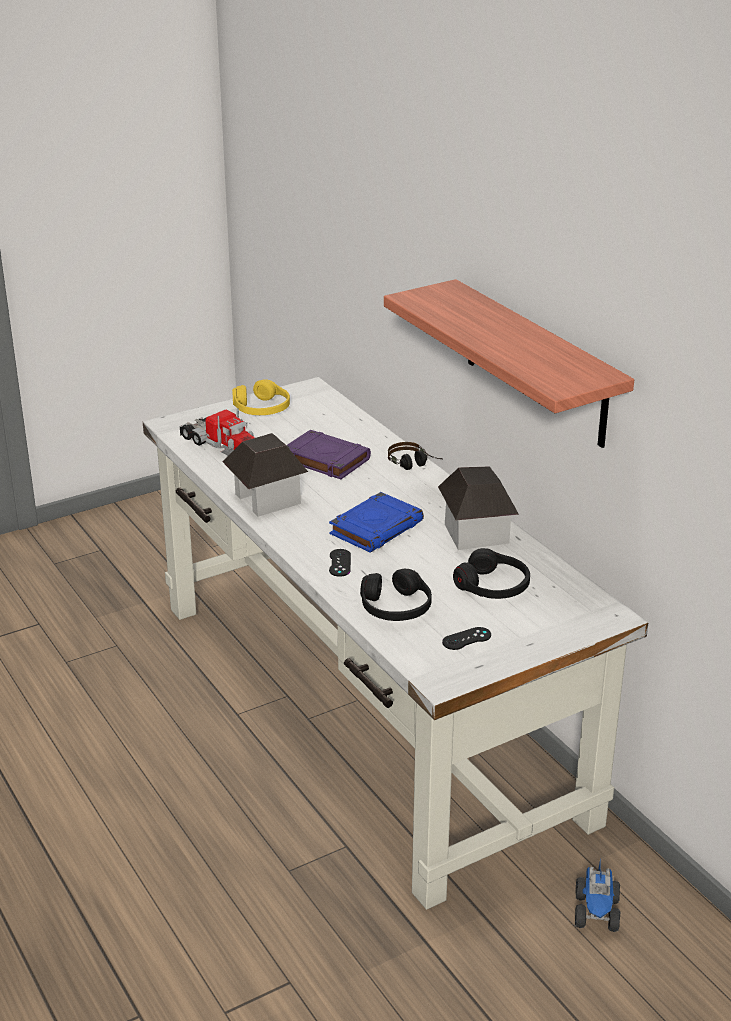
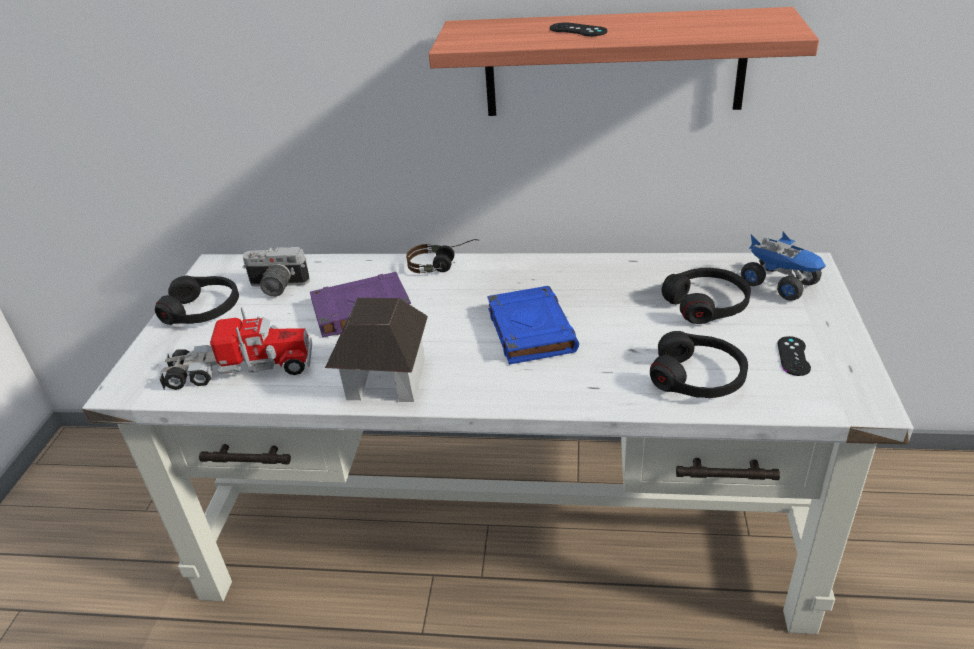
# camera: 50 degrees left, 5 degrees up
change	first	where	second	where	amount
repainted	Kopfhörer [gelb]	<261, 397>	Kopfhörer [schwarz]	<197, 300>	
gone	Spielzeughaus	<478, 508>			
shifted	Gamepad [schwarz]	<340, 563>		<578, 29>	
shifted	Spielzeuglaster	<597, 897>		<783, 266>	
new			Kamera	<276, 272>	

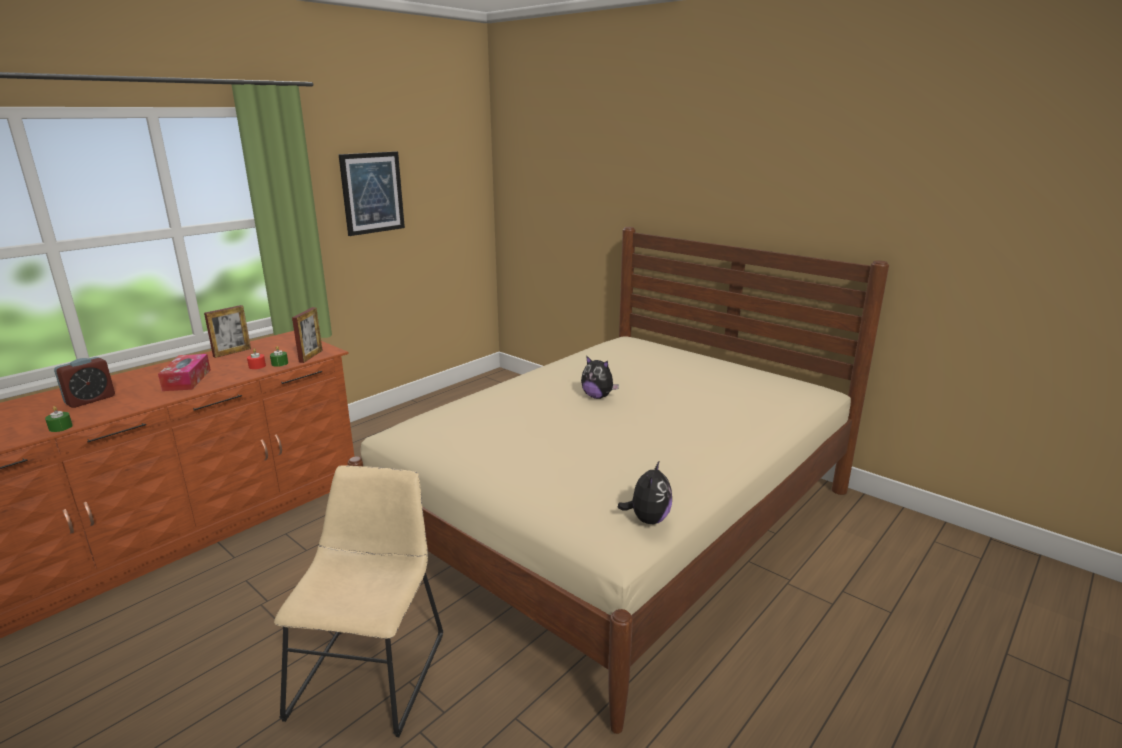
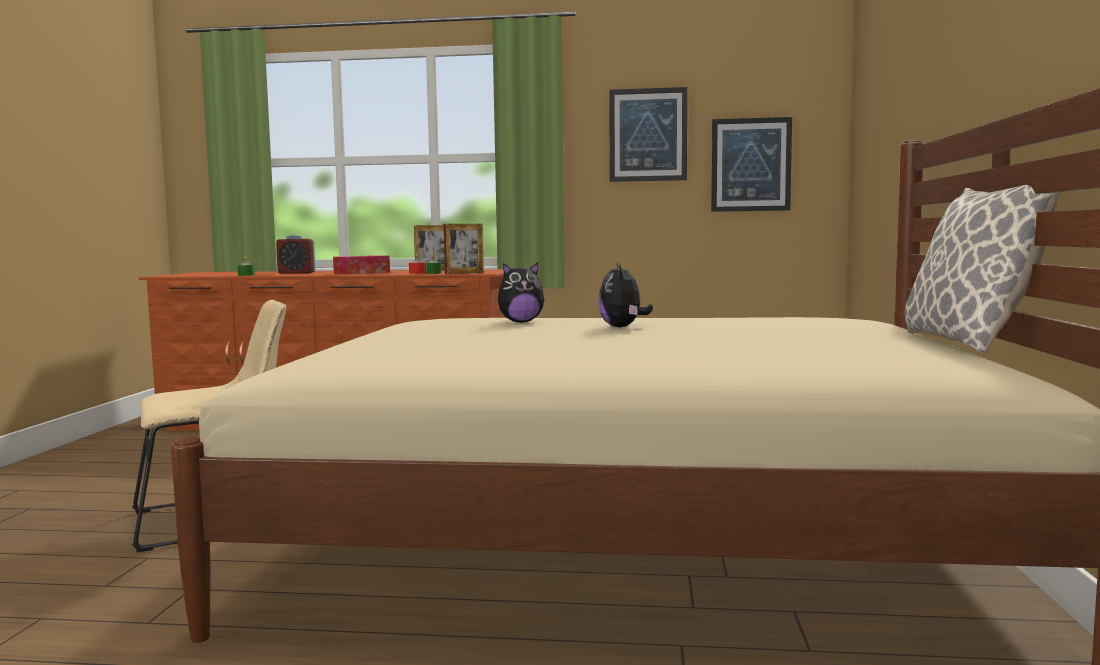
# camera: 55 degrees right, 15 degrees down
change	first	where	second	where	amount
shifted	Plüschtier	<644, 492>		<521, 292>	
new			Bild	<751, 164>	
new			Kissen	<982, 269>	

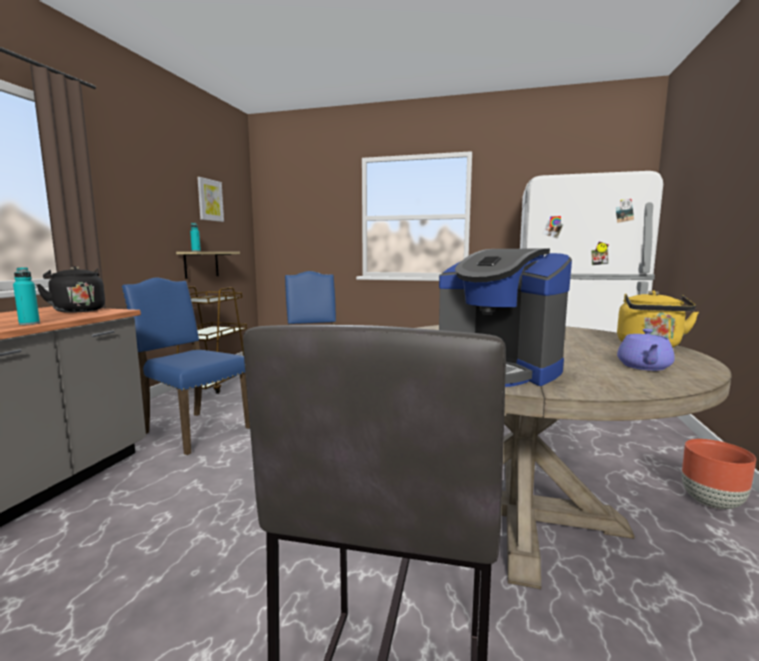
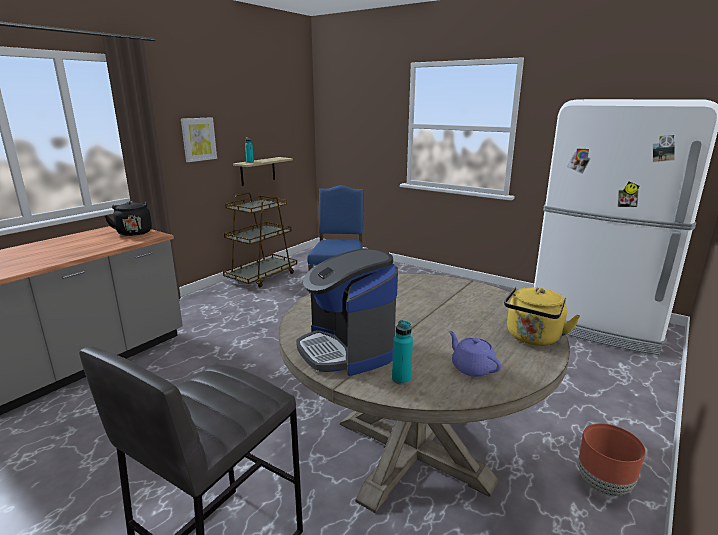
# camera: 20 degrees right, 10 degrees up
change	first	where	second	where	amount
shifted	Bild	<210, 199>		<199, 139>	
shifted	Flasche [türkis]	<26, 296>		<402, 352>	
gone	Stuhl [blau]	<186, 366>			
rotated	Teekanne [lila]	<646, 350>		<475, 354>	105 degrees clockwise

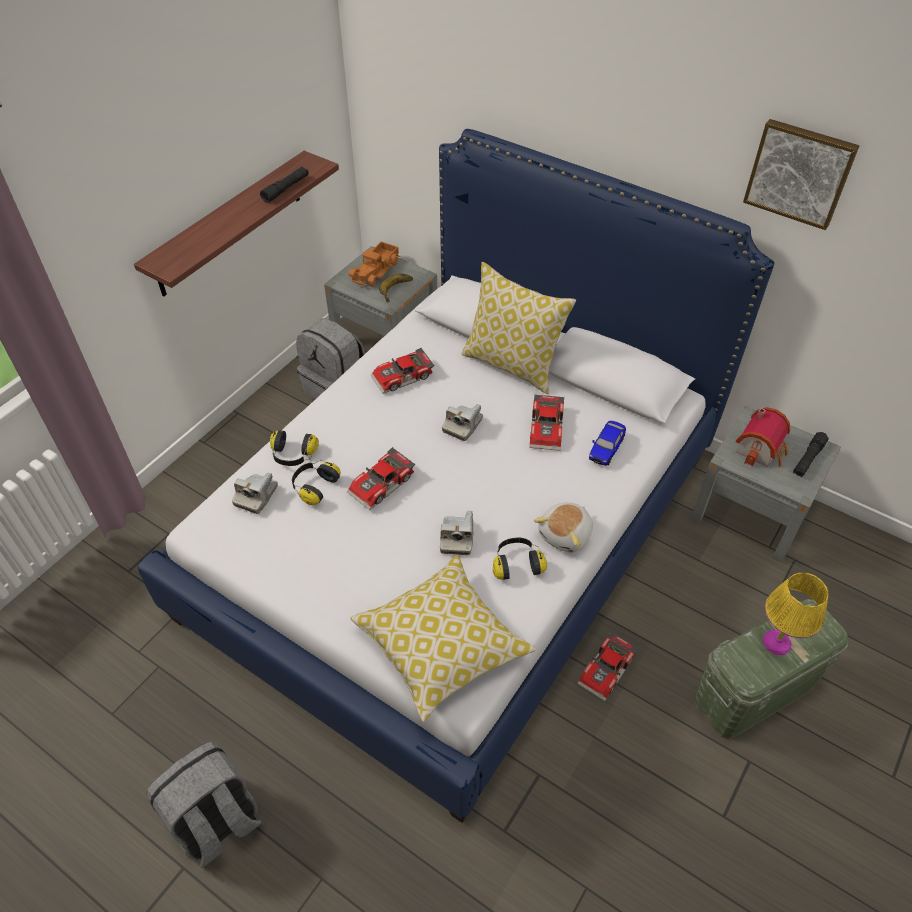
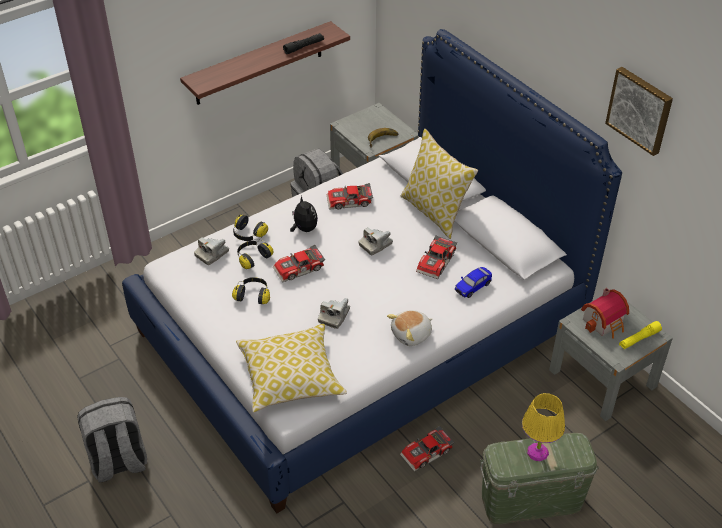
# camera: 20 degrees right, 5 degrees down
change	first	where	second	where	amount
gone	Spielzeuglaster	<374, 264>			
repainted	Taschenlampe [schwarz]	<811, 454>	Taschenlampe [gelb]	<640, 335>	
shifted	Kopfhörer	<520, 559>		<251, 290>	
new			Plüschtier	<304, 214>	

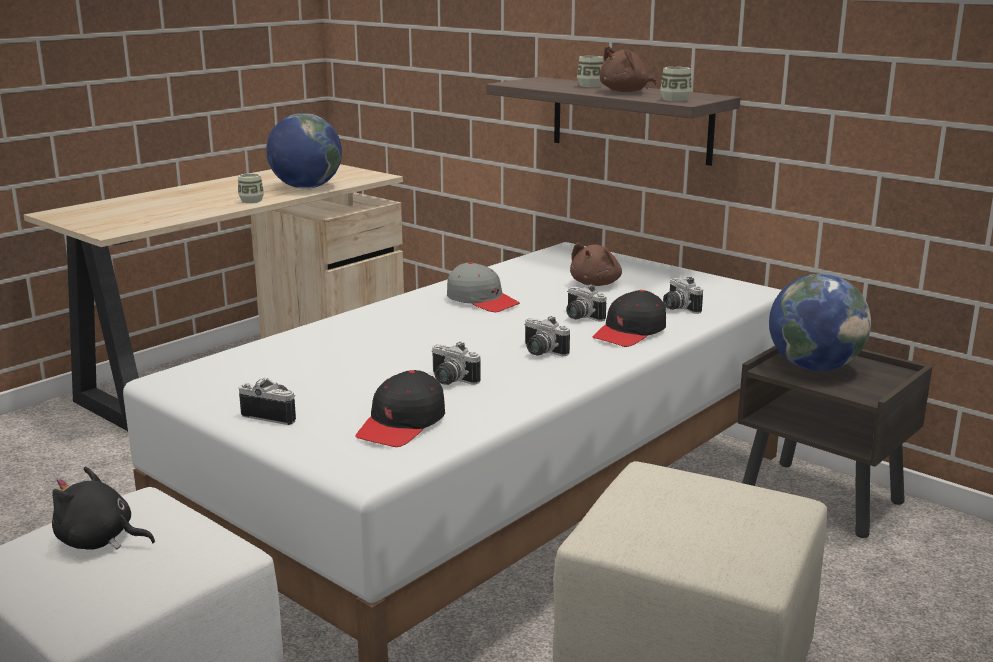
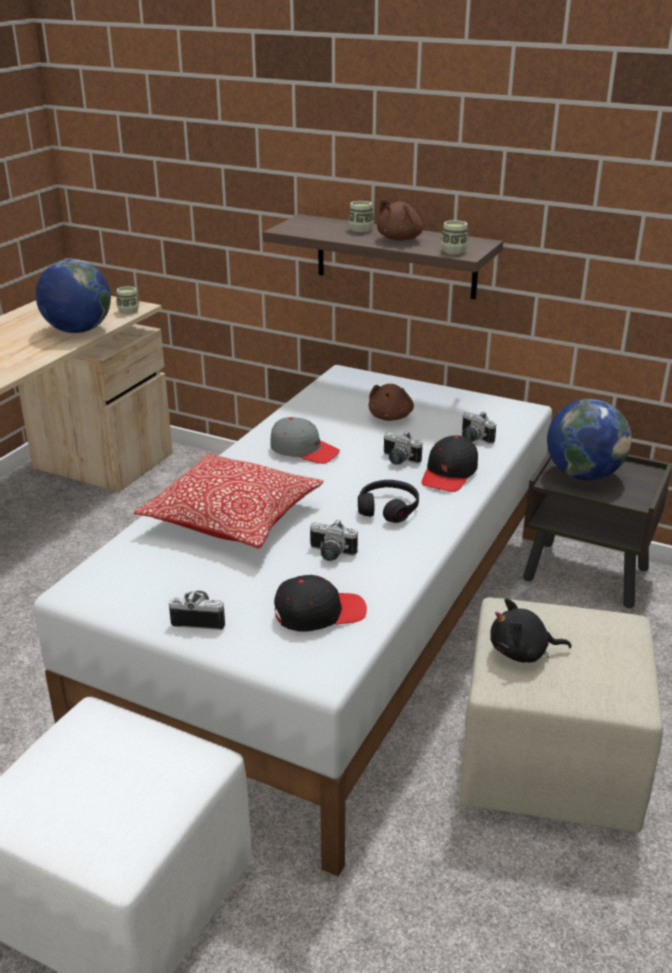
# camera: 15 degrees left, 10 degrees up
change	first	where	second	where	amount
shifted	Tasse	<251, 188>		<128, 300>	
swapped	Kamera	<547, 336>	Kopfhörer [schwarz]	<388, 501>	
rotated	Kappe [schwarz]	<400, 408>		<320, 603>	120 degrees counterclockwise
shifted	Plüschtier [schwarz]	<103, 508>		<530, 630>	
new			Kissen	<229, 501>	

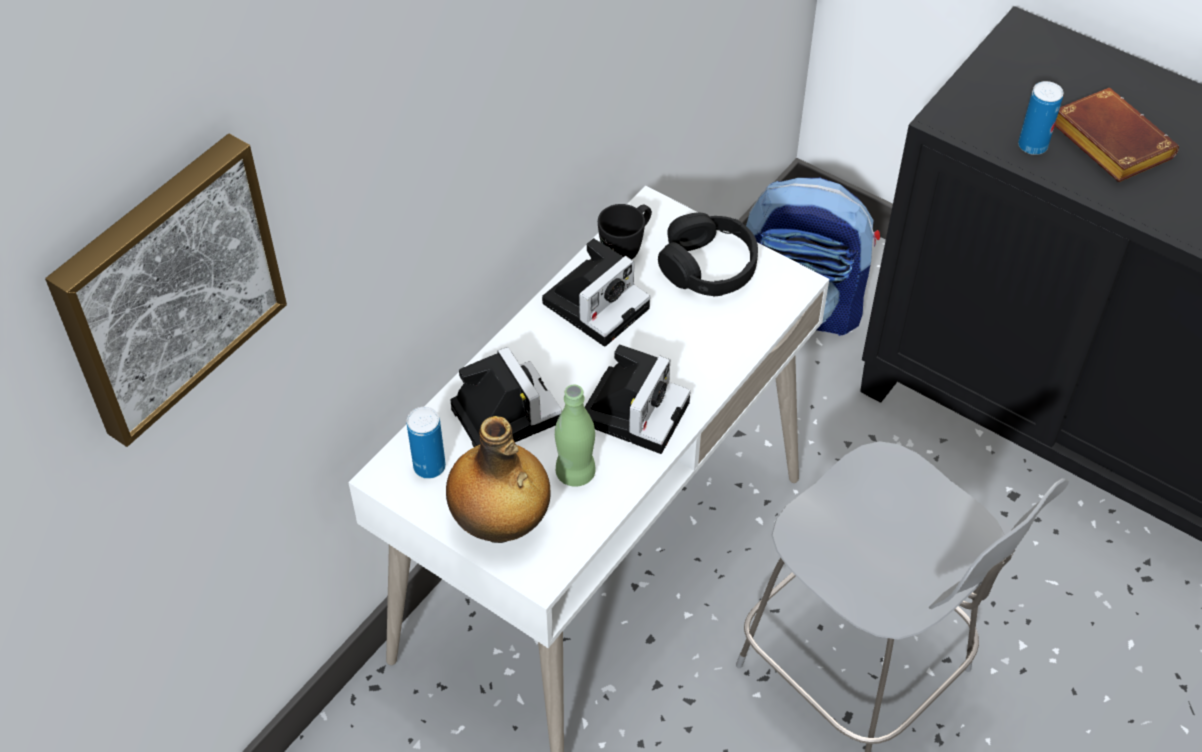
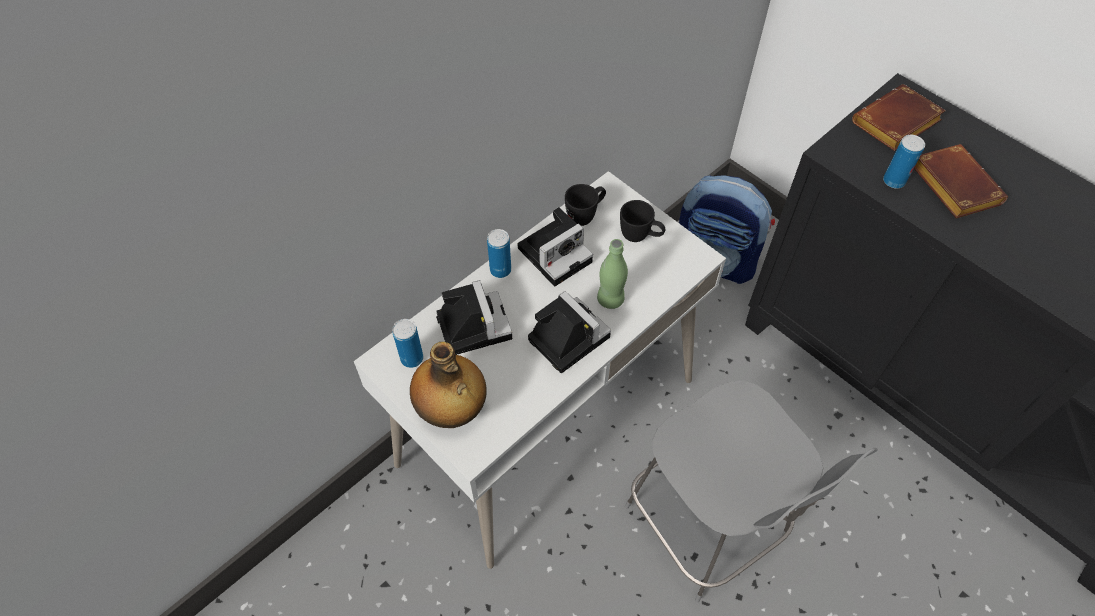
# camera: 10 degrees right, 5 degrees up
change	first	where	second	where	amount
gone	Bild	<166, 290>			
swapped	Kopfhörer [schwarz]	<708, 254>	Henkelbecher [schwarz]	<642, 221>	
rotated	Kamera	<638, 399>		<569, 332>	75 degrees counterclockwise
shifted	Flasche [grün]	<575, 435>		<612, 274>	
new			Buch [braun]	<899, 117>	
new			Dose	<499, 253>	

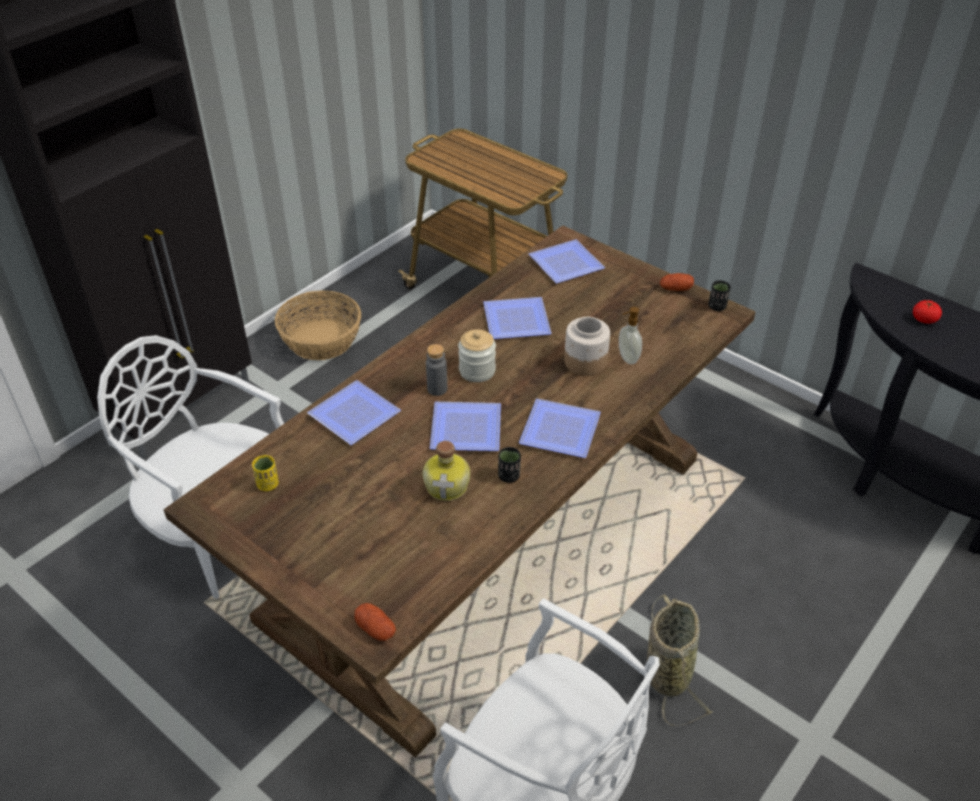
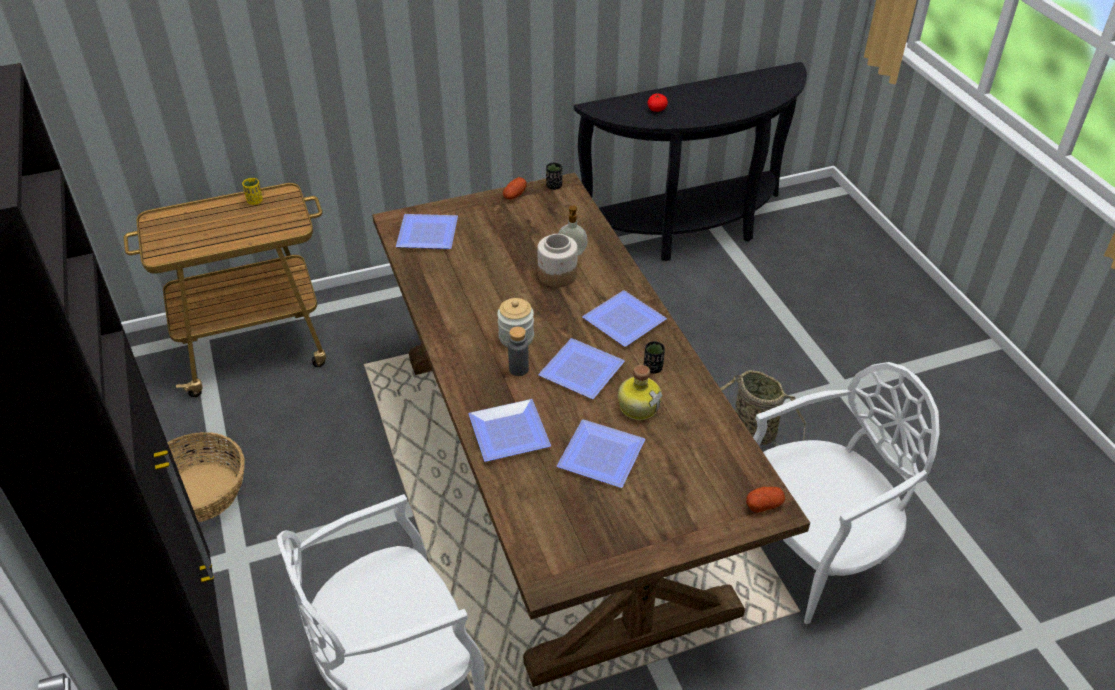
# camera: 60 degrees left, 0 degrees up
change	first	where	second	where	amount
shifted	Teller	<517, 318>		<601, 453>	
shifted	Tasse [gelb]	<265, 473>		<252, 191>	

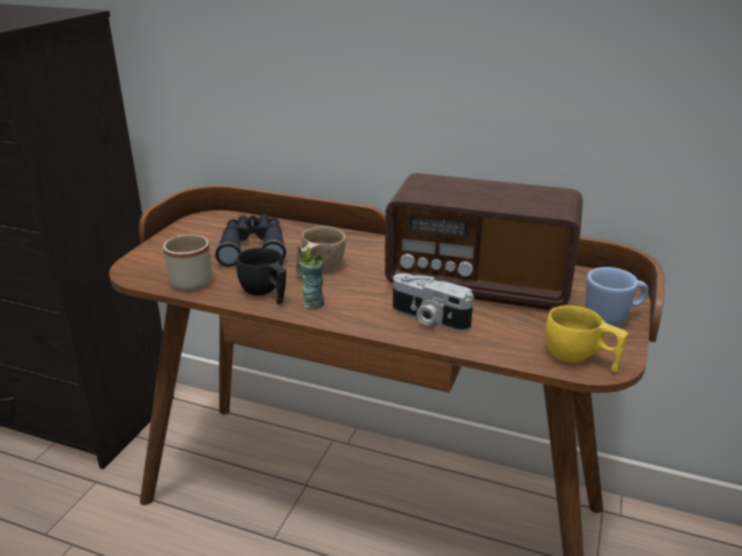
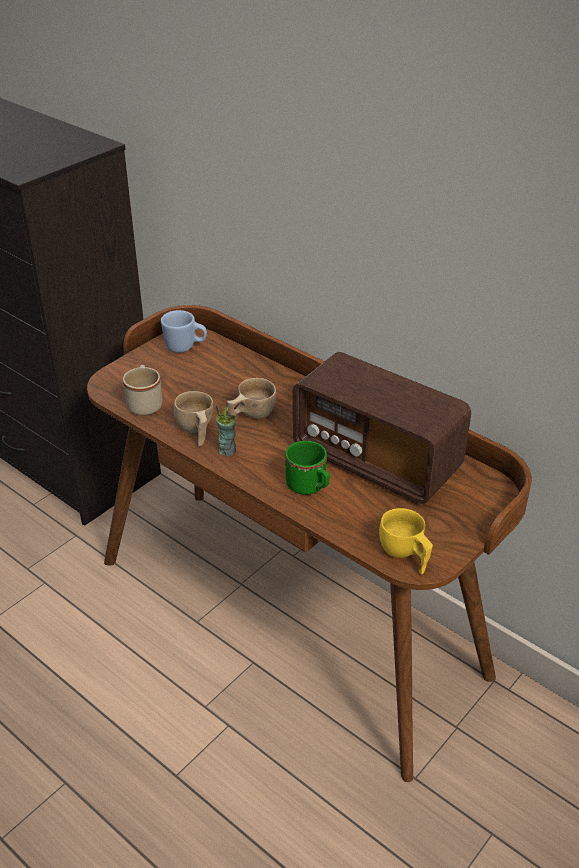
# camera: 20 degrees right, 10 degrees up
change	first	where	second	where	amount
gone	Fernglas [schwarz]	<250, 240>			
repainted	Tasse [schwarz]	<261, 276>	Tasse [beige]	<193, 418>	
shifted	Henkelbecher [blau]	<616, 297>		<184, 331>	
swapped	Kamera	<433, 302>	Henkelbecher [grün]	<307, 468>	

